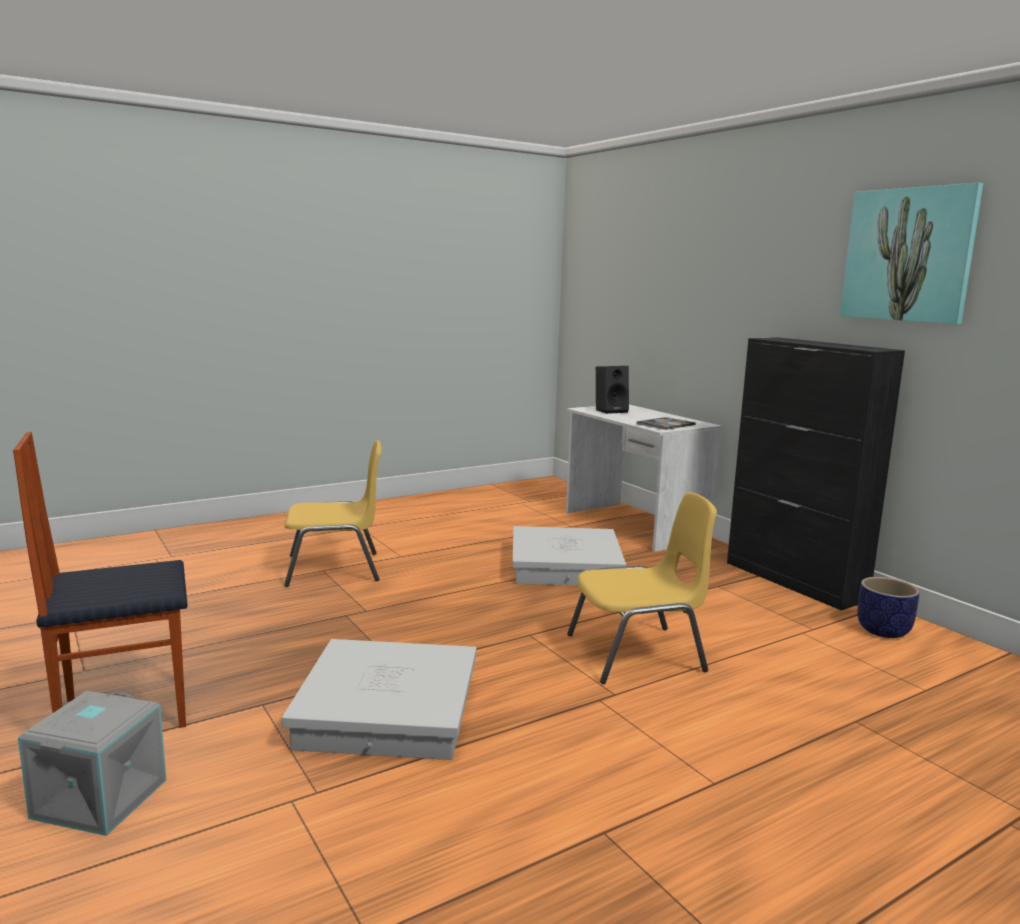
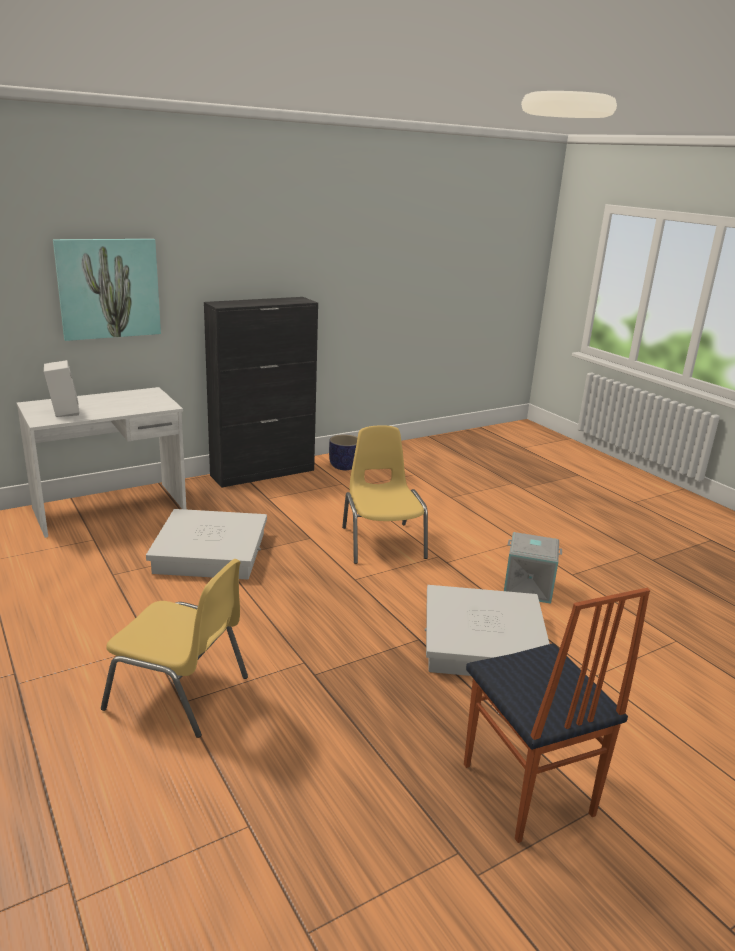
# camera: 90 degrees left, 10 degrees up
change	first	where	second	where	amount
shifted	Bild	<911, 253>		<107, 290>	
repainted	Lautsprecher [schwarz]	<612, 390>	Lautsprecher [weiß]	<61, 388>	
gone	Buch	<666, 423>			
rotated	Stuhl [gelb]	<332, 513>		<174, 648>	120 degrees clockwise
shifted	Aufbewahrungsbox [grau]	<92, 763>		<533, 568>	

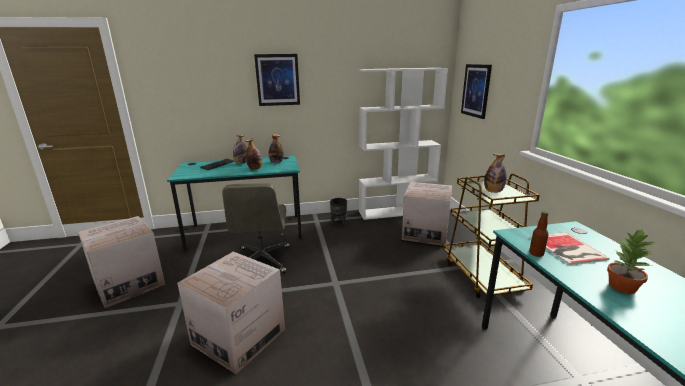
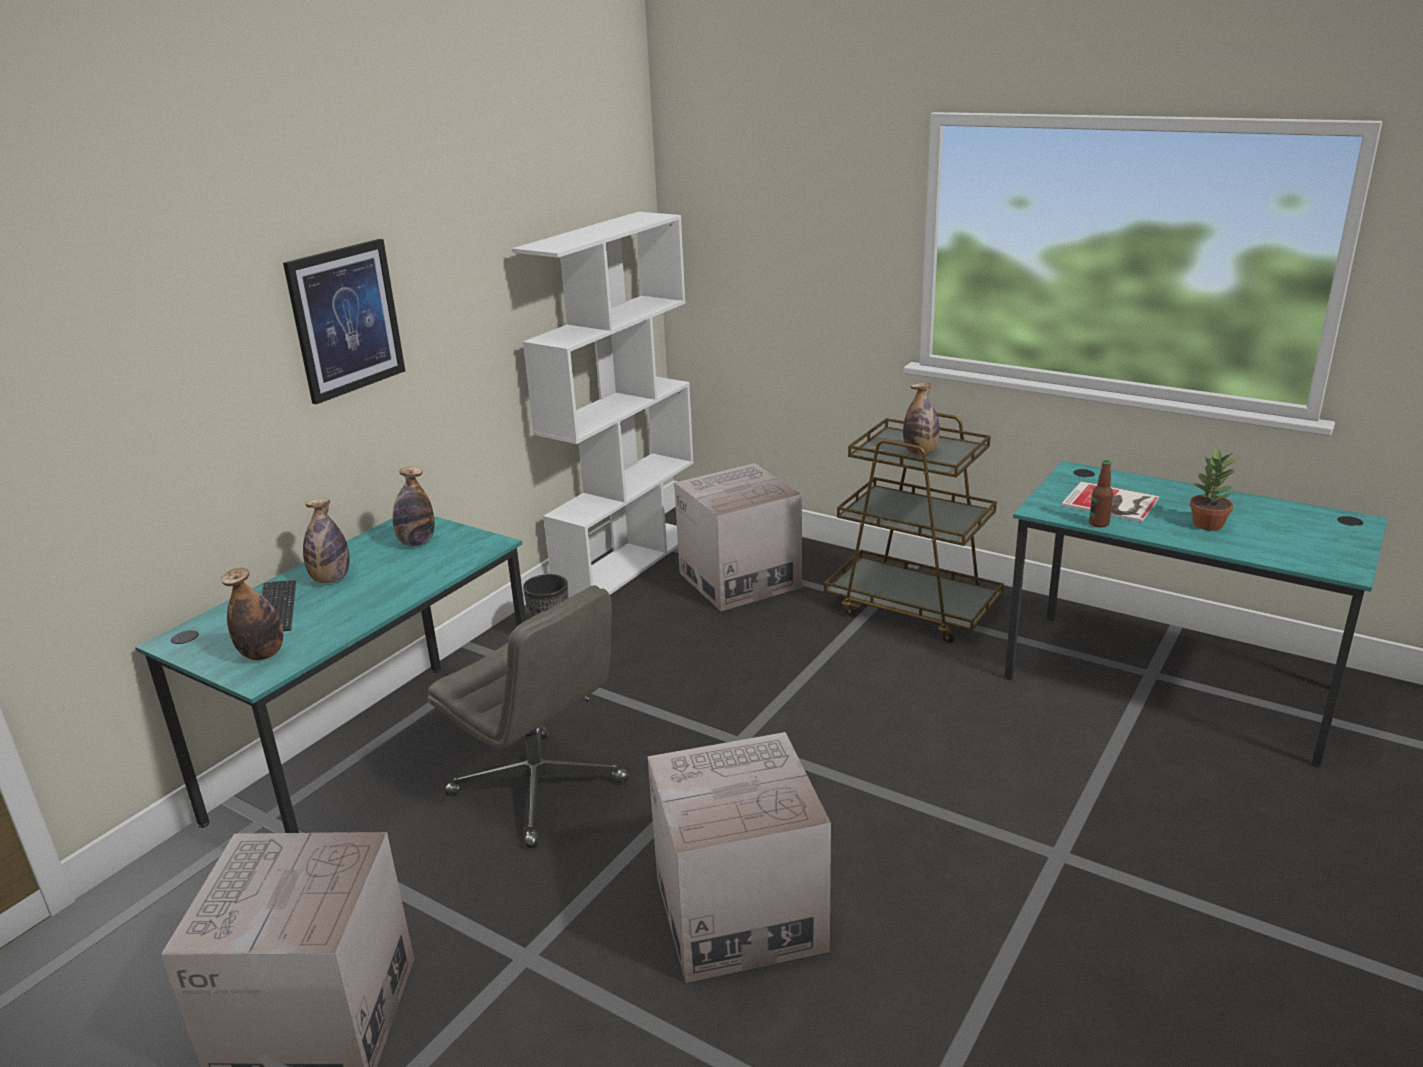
# camera: 45 degrees left, 5 degrees up
change	first	where	second	where	amount
gone	Bild	<476, 91>			
shifted	Flasche	<254, 154>		<252, 614>	

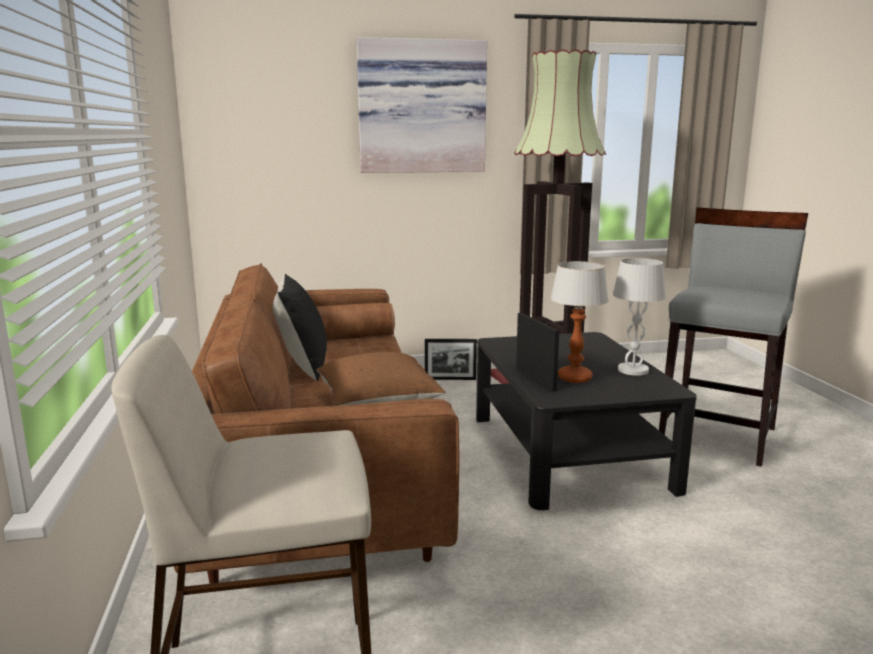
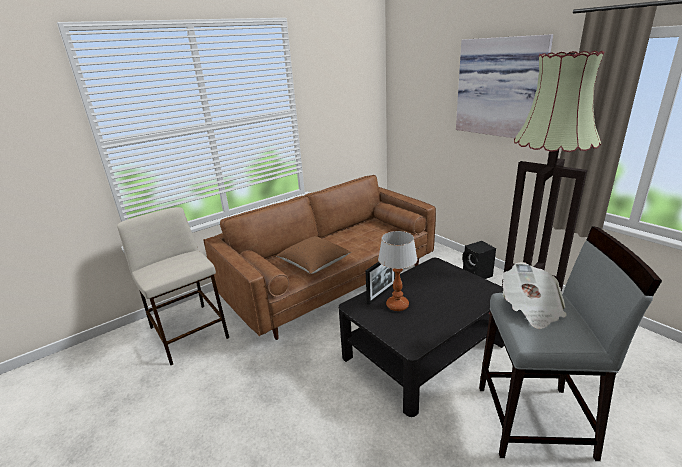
# camera: 65 degrees right, 10 degrees up
change	first	where	second	where	amount
gone	Tischlampe [weiß]	<639, 317>			
gone	Kissen [schwarz]	<300, 327>			
swapped	Bilderrahmen	<451, 359>	Lautsprecher [schwarz]	<479, 260>	
new			Zeitung	<534, 295>	

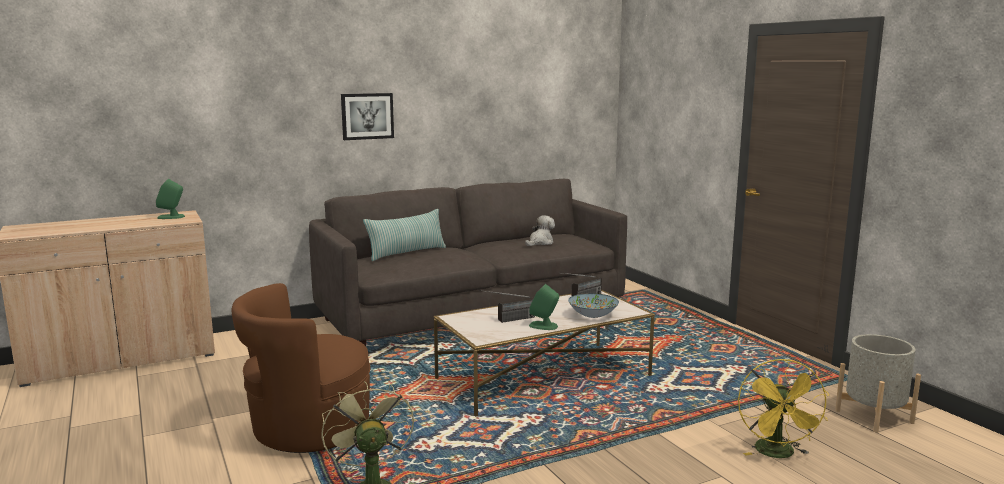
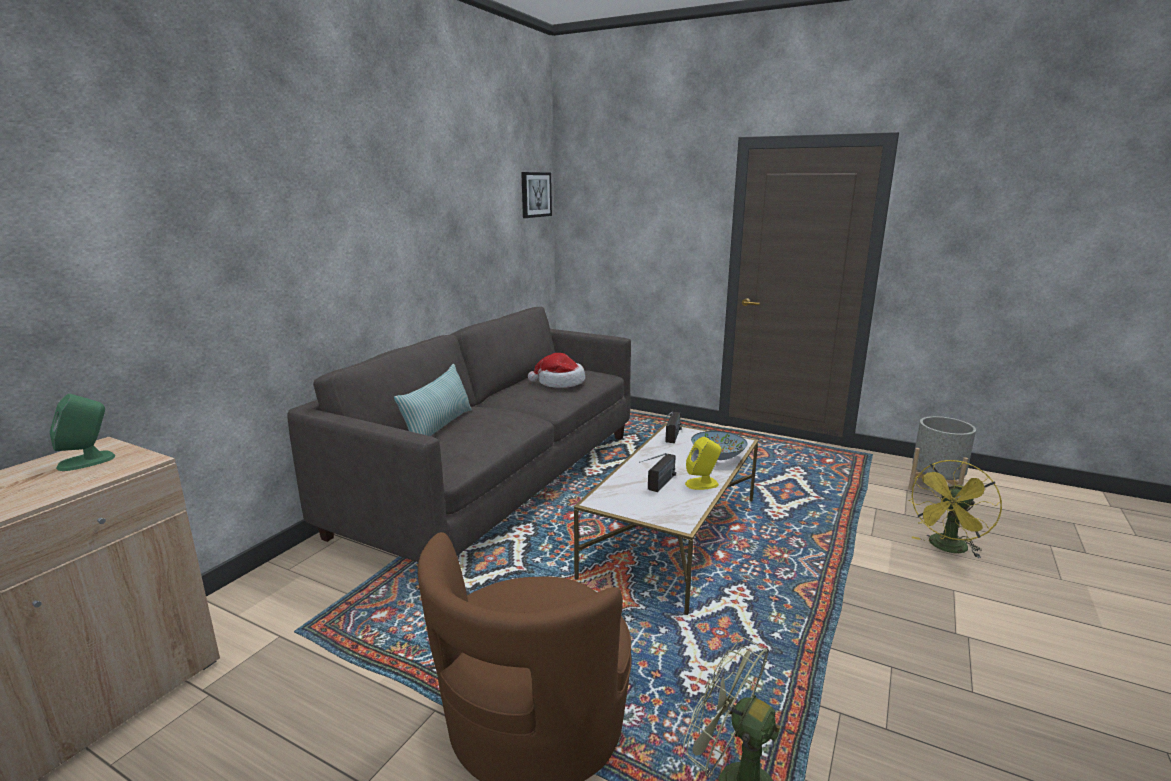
# camera: 35 degrees left, 5 degrees up
change	first	where	second	where	amount
shifted	Bild	<367, 116>		<536, 195>	
swapped	Plüschtier	<540, 230>	Hut	<556, 370>	
repainted	Lautsprecher [grün]	<544, 307>	Lautsprecher [gelb]	<703, 463>	
rotated	Ventilator [gelb]	<783, 408>		<955, 509>	75 degrees clockwise

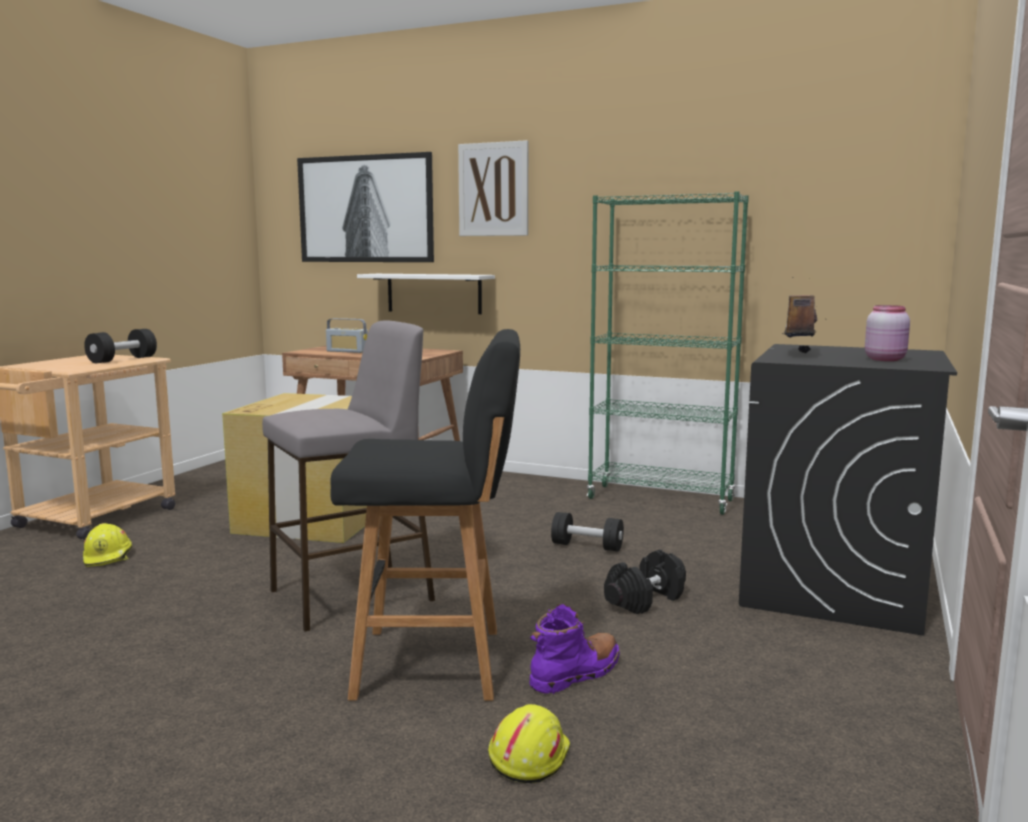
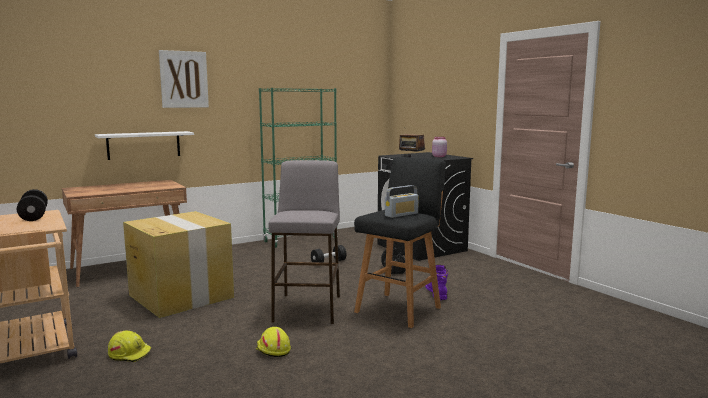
# camera: 55 degrees left, 0 degrees up
change	first	where	second	where	amount
gone	Bild	<365, 207>			
shifted	Radio	<347, 335>		<402, 201>	
shifted	Schutzhelm [gelb]	<529, 743>		<273, 342>	

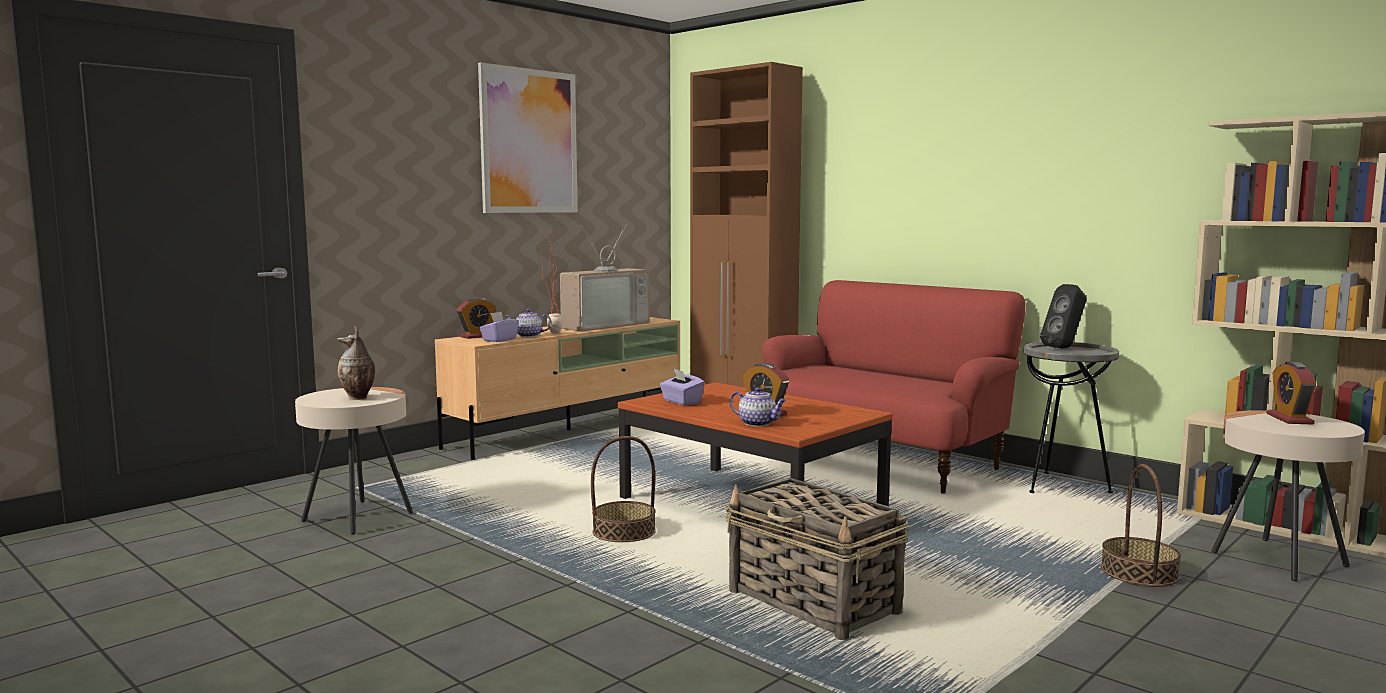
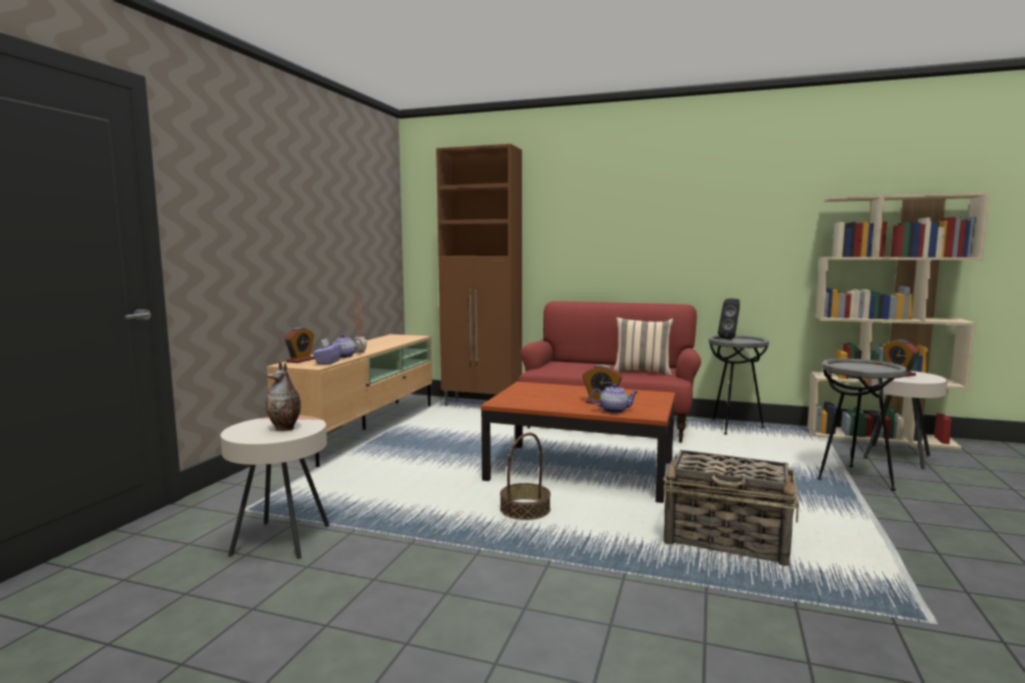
# camera: 25 degrees left, 0 degrees up
change	first	where	second	where	amount
gone	Bild	<528, 137>			
gone	Fernseher	<605, 278>			
gone	Taschentuchbox [lila]	<682, 386>			
swapped	Korb	<1141, 525>	Beistelltisch [grau]	<862, 425>	
new			Kissen [beige]	<643, 346>	

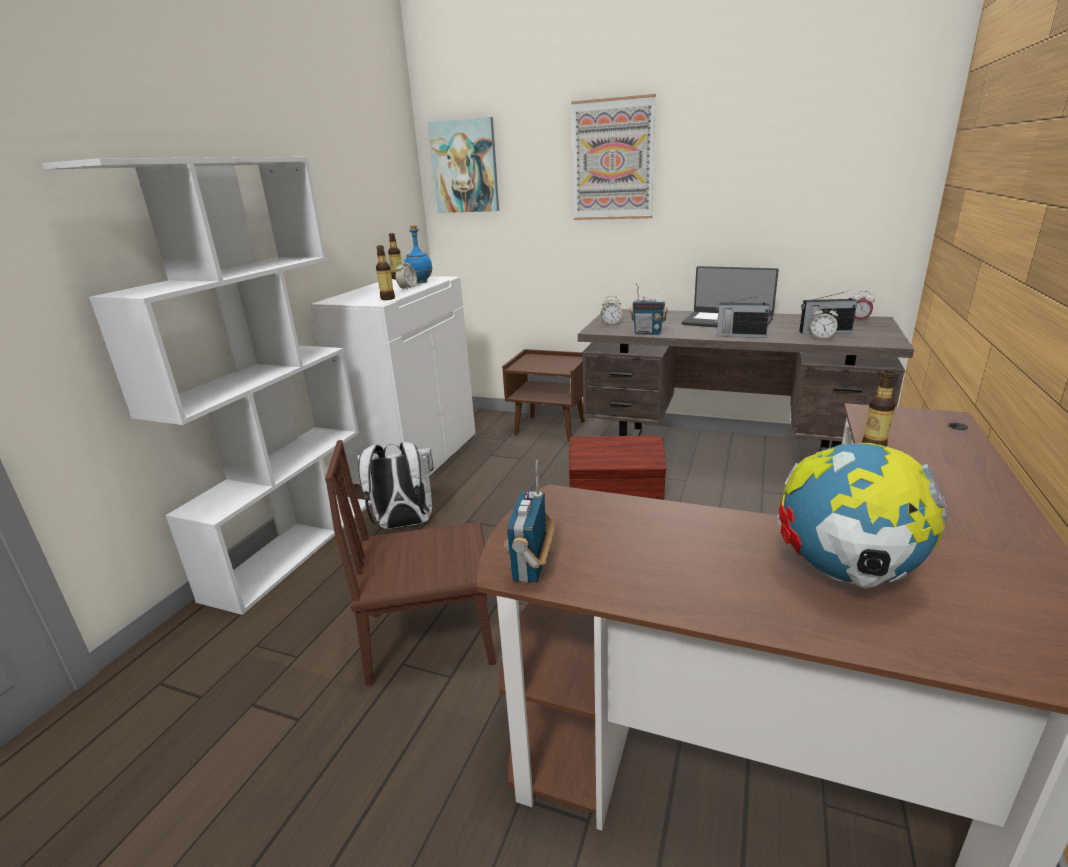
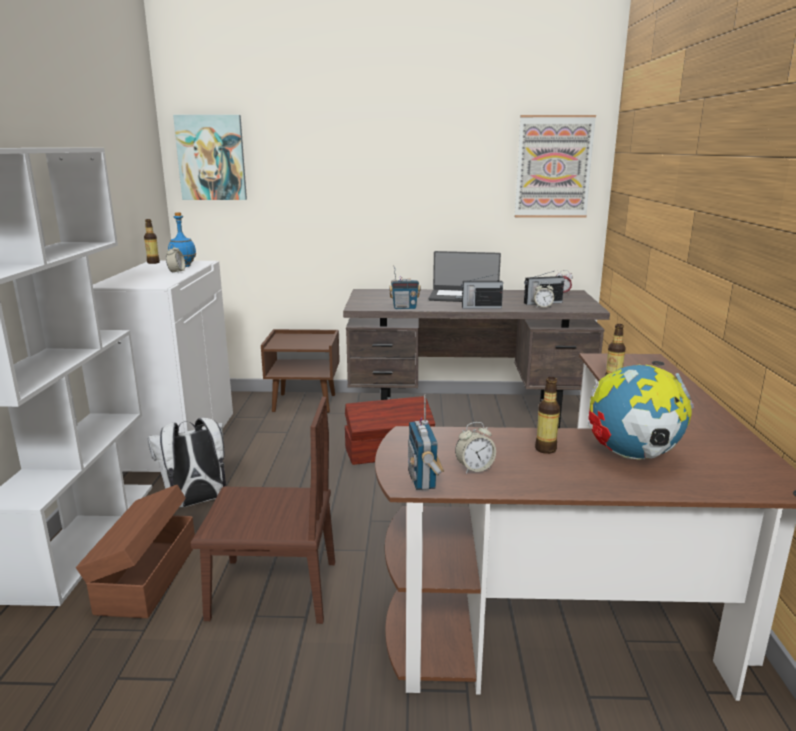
# camera: 20 degrees left, 5 degrees down
change	first	where	second	where	amount
shifted	Bild	<613, 157>		<555, 166>	
shifted	Flasche	<385, 272>		<547, 415>	
shifted	Wecker	<611, 310>		<475, 447>	
rotated	Stuhl [braun]	<410, 563>		<262, 510>	150 degrees counterclockwise
new			Aufbewahrungsbox [braun]	<135, 551>	

